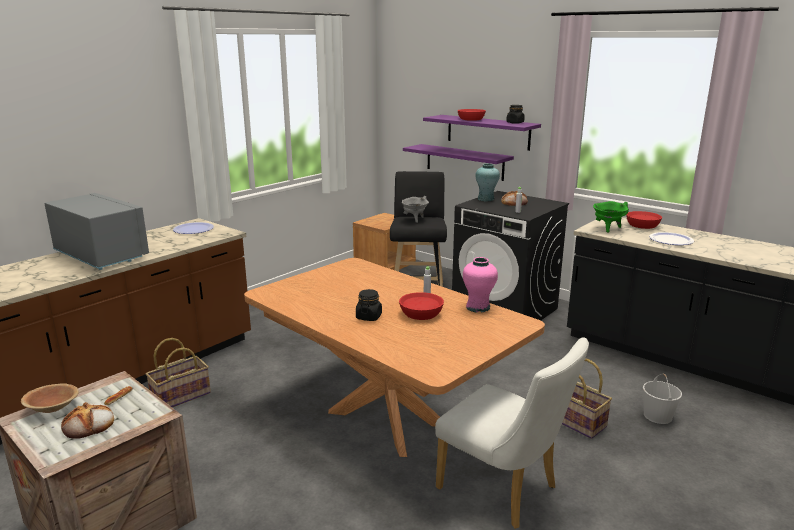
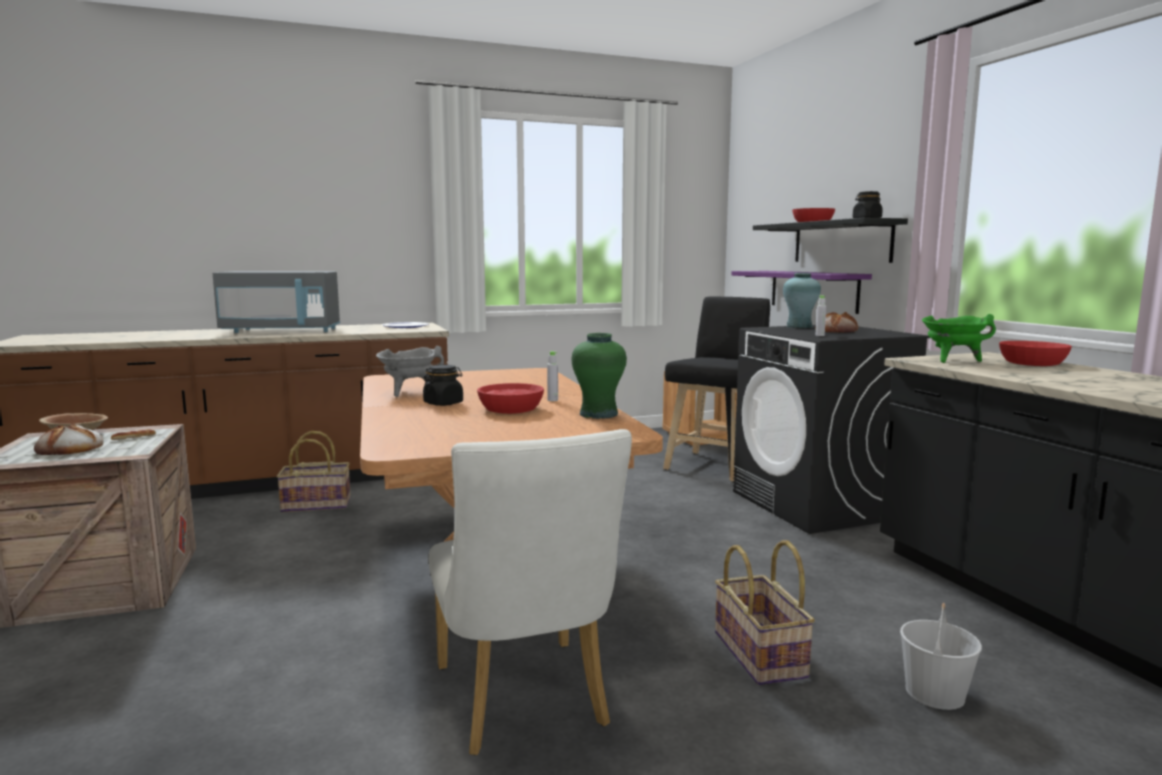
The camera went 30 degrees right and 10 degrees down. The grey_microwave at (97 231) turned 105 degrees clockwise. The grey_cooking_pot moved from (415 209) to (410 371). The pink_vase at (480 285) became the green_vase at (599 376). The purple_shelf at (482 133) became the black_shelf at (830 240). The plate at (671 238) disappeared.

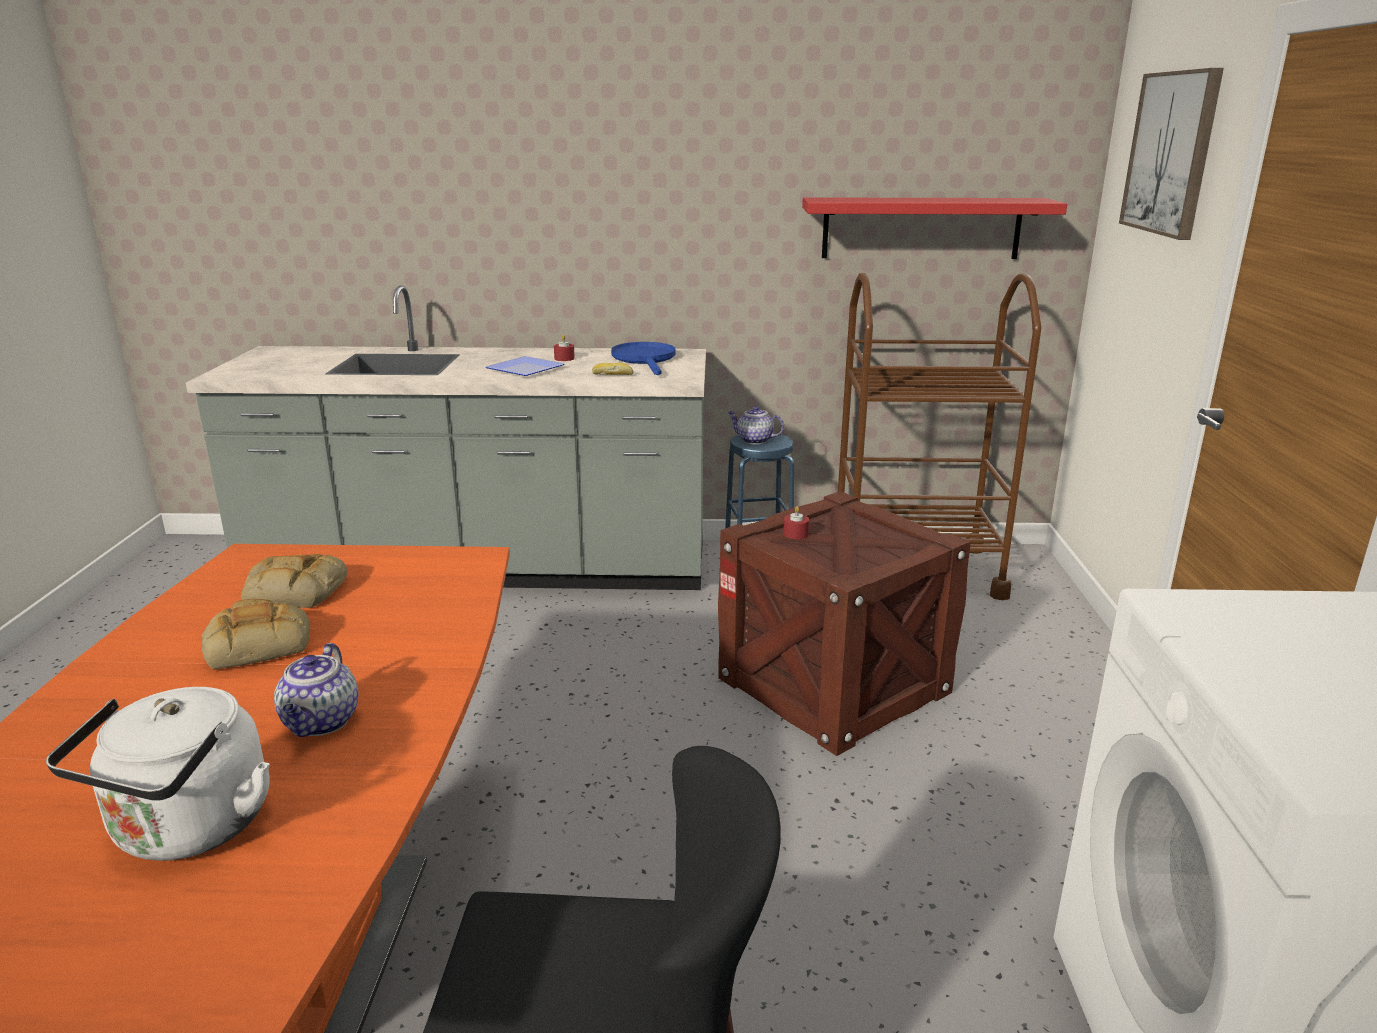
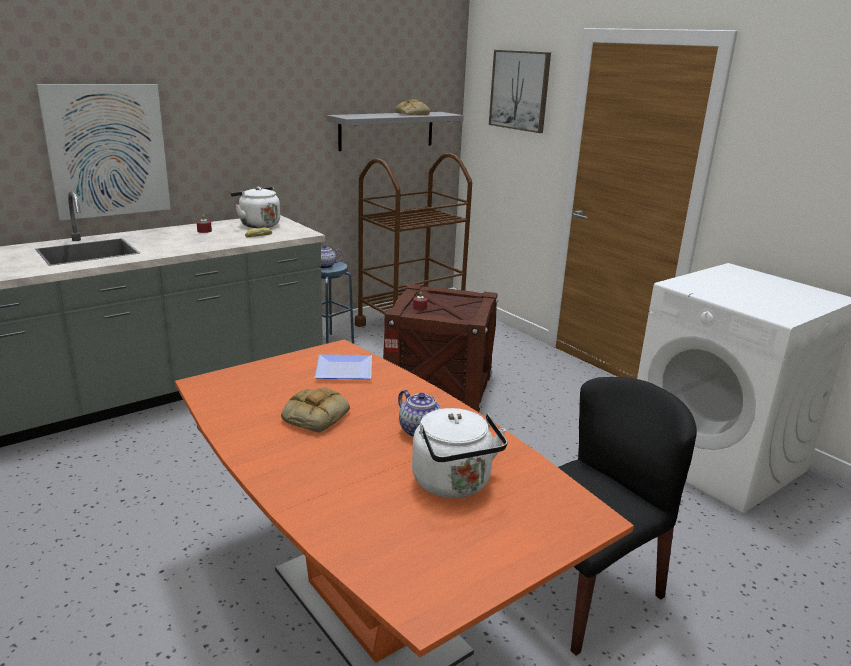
The camera went 40 degrees left and 0 degrees up. The picture at (103 152) appeared. The blue_frying_pan at (643 358) was replaced by the white_kettle at (255 207). The plate moved from (525 366) to (343 366). The red_shelf at (934 228) became the grey_shelf at (395 131). The bread moved from (294 581) to (412 107).

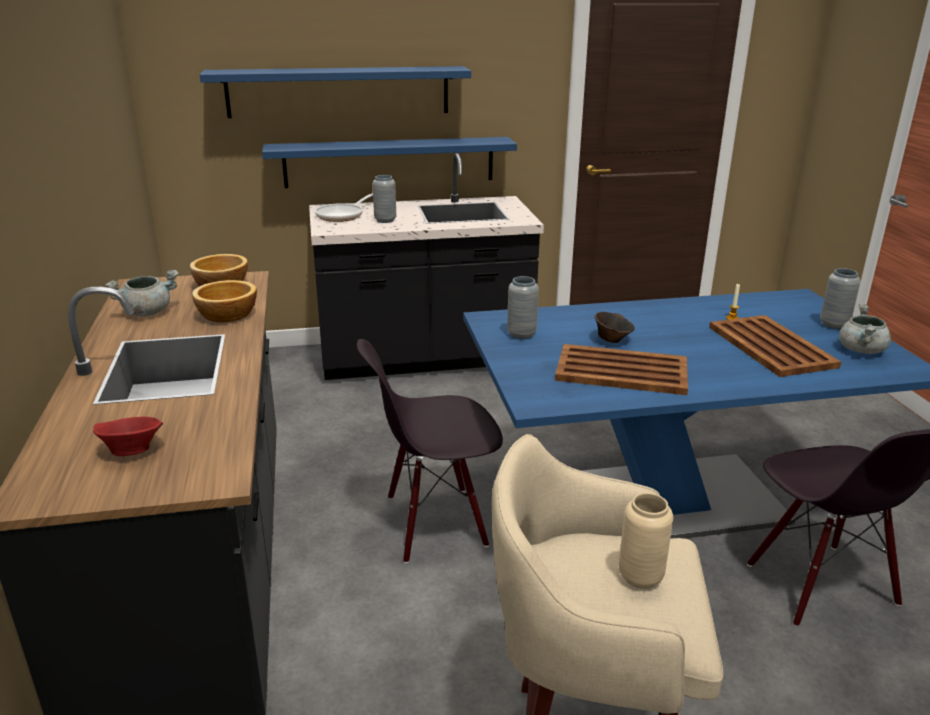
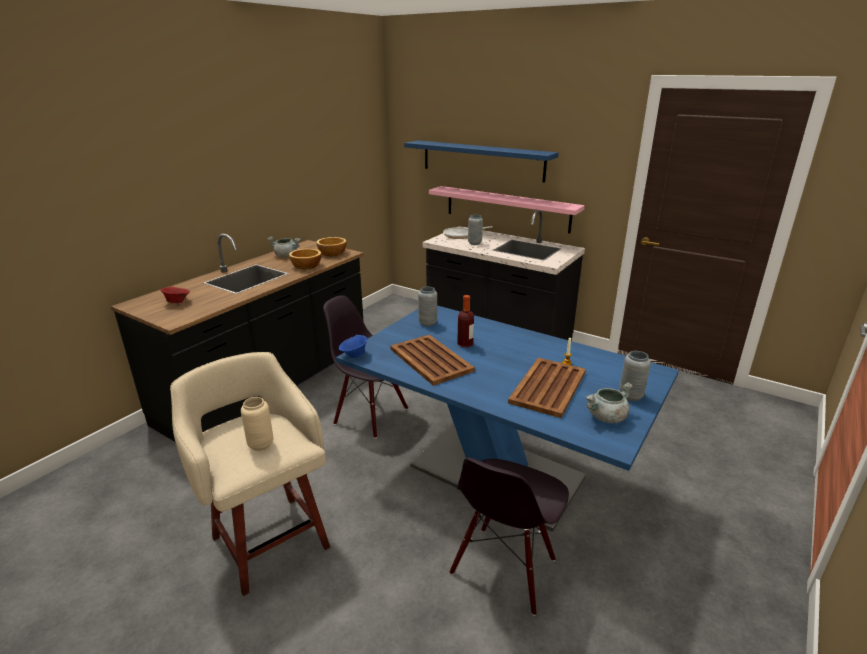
The camera went 45 degrees right and 0 degrees up. The blue_bowl at (353 346) appeared. The blue_shelf at (389 162) became the pink_shelf at (507 209). The brown_bowl at (615 327) was replaced by the bottle at (465 321).

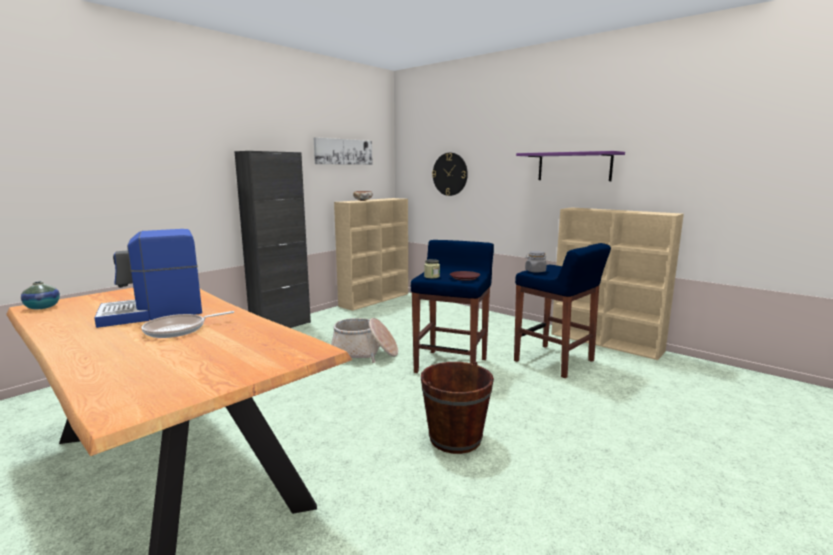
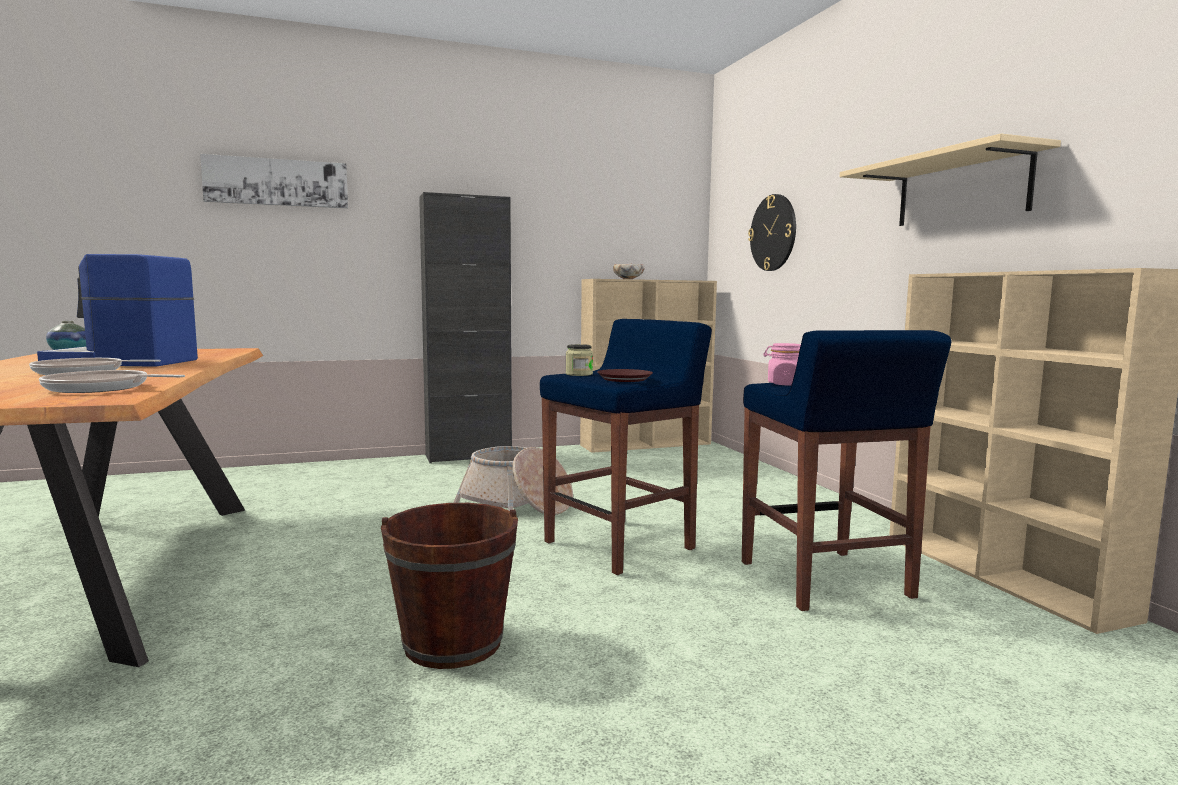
The camera went 30 degrees right and 5 degrees down. The frying_pan at (112 381) appeared. The picture moved from (343 151) to (274 181). The grey_jar at (536 262) became the pink_jar at (782 364). The purple_shelf at (570 166) became the beige_shelf at (950 180).

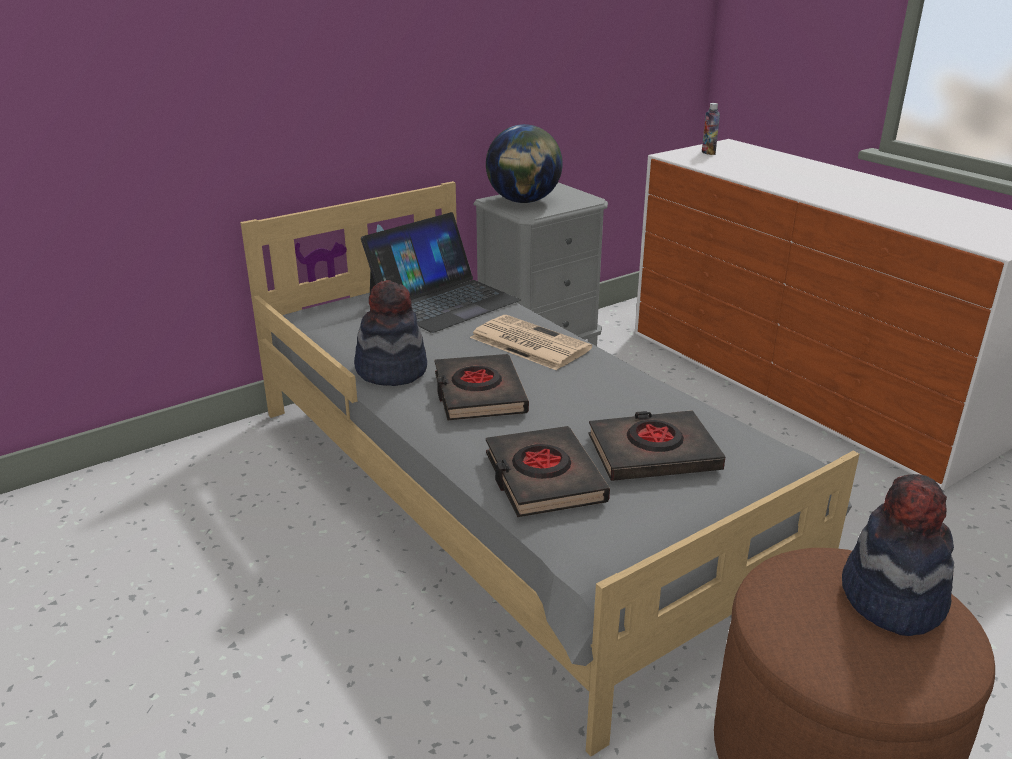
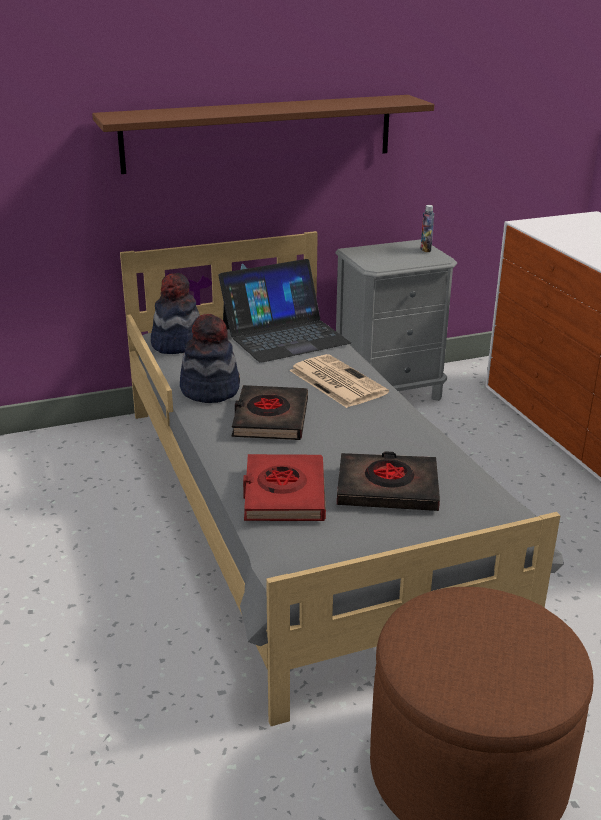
The camera went 15 degrees right and 0 degrees up. The brown_shelf at (263 134) appeared. The hat moved from (898 555) to (175 313). The black_book at (548 471) became the red_book at (284 487). The bottle moved from (711 129) to (427 228). The globe at (524 163) disappeared.

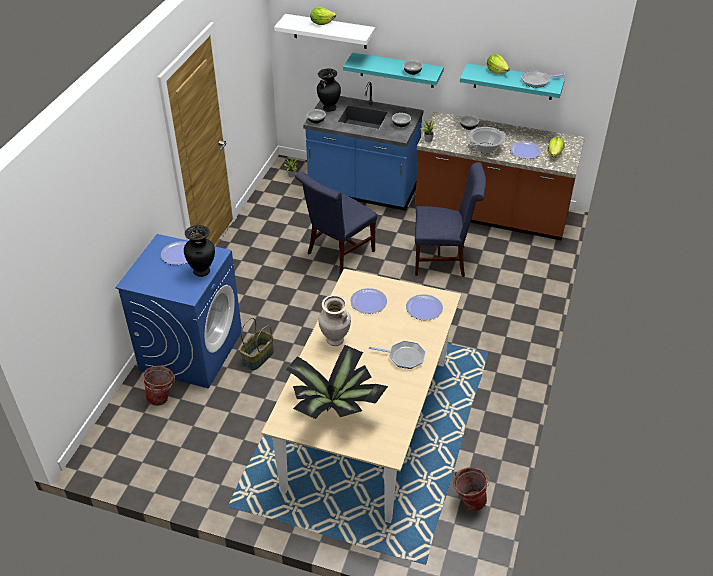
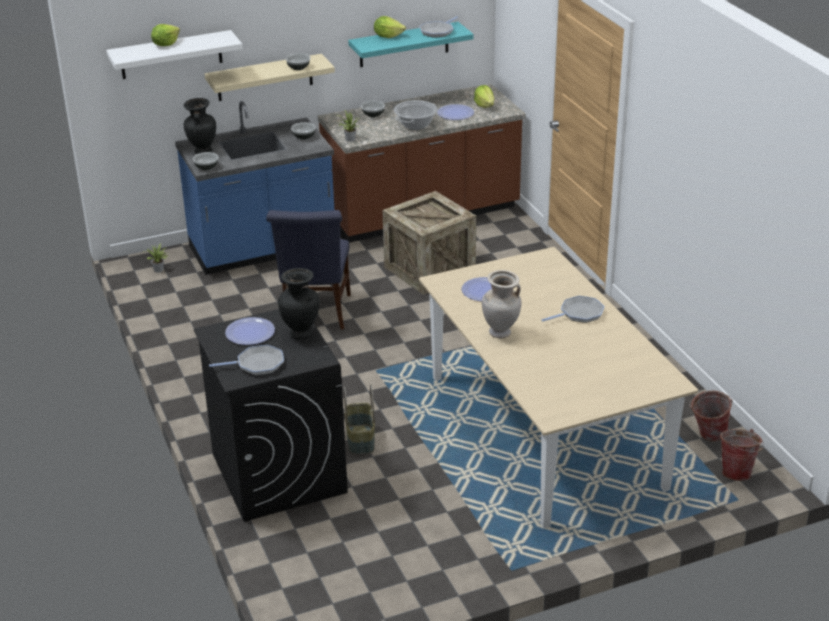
The camera went 40 degrees left and 10 degrees down. The blue_washing_machine at (178 311) became the black_washing_machine at (271 415). The turquoise_shelf at (393 70) became the beige_shelf at (269 77). The frying_pan at (246 360) appeared. The blue_chair at (450 219) was replaced by the crate at (429 243). The bucket moved from (158 386) to (742 455). The potted_plant at (337 382) disappeared. The plate at (424 307) disappeared.

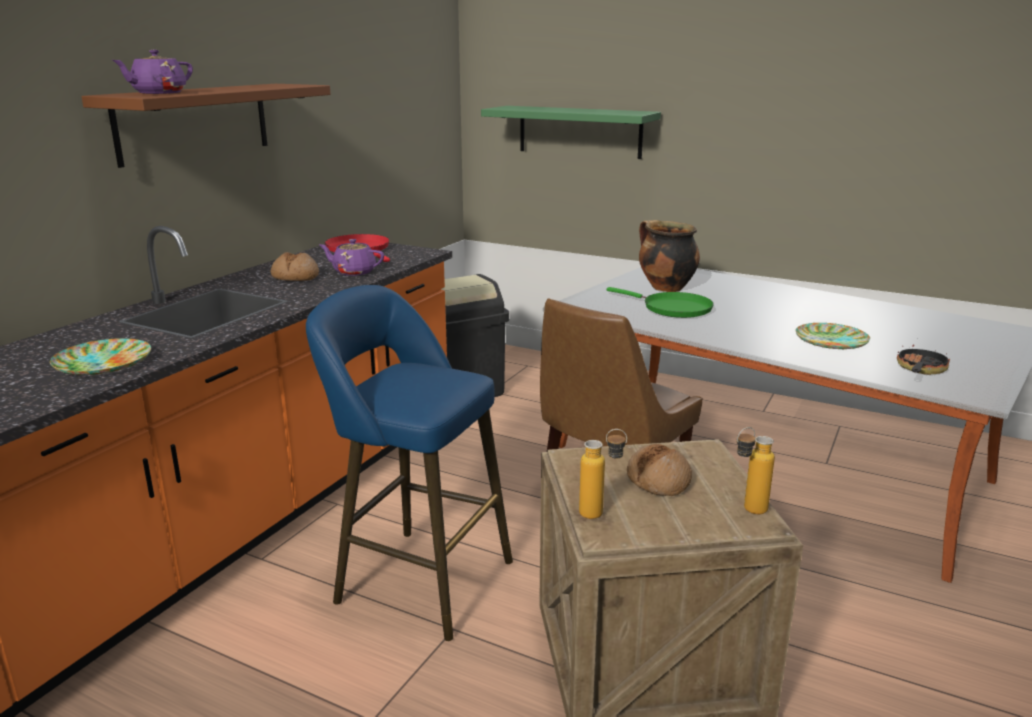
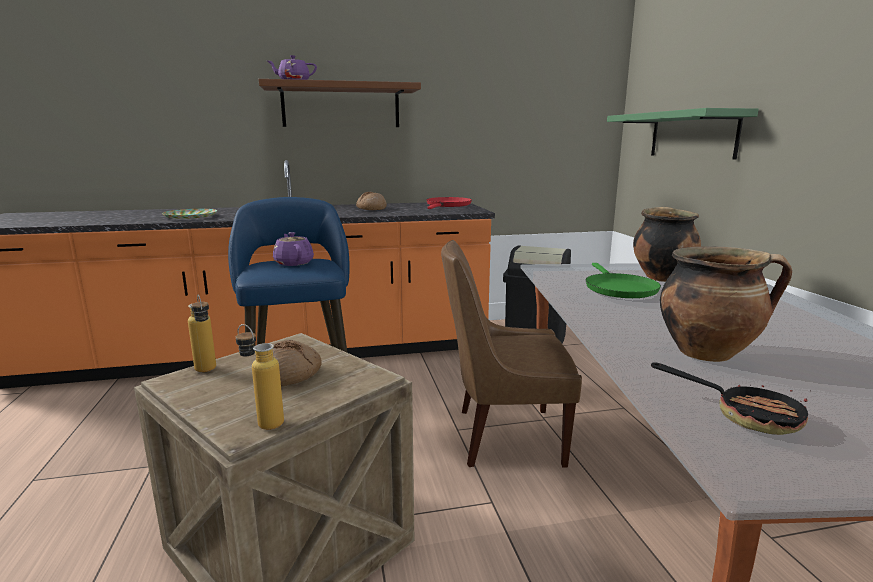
The camera went 50 degrees right and 5 degrees down. The purple_teapot moved from (351 257) to (293 249). The frying_pan at (923 360) turned 45 degrees clockwise. The plate at (833 336) was replaced by the cooking_pot at (726 304).

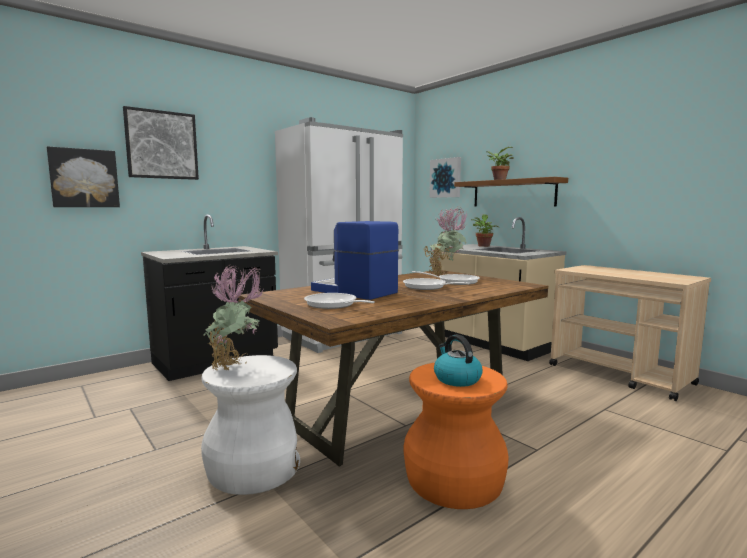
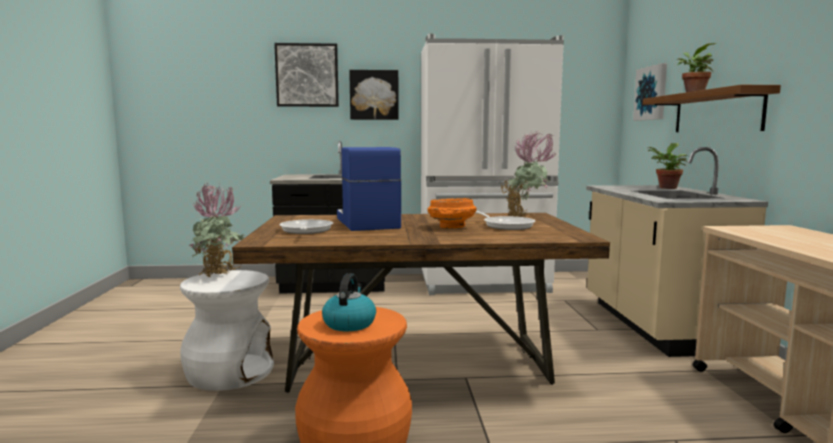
The camera went 35 degrees right and 0 degrees up. The picture moved from (83 176) to (374 95). The frying_pan at (436 284) was replaced by the orange_bowl at (452 213).

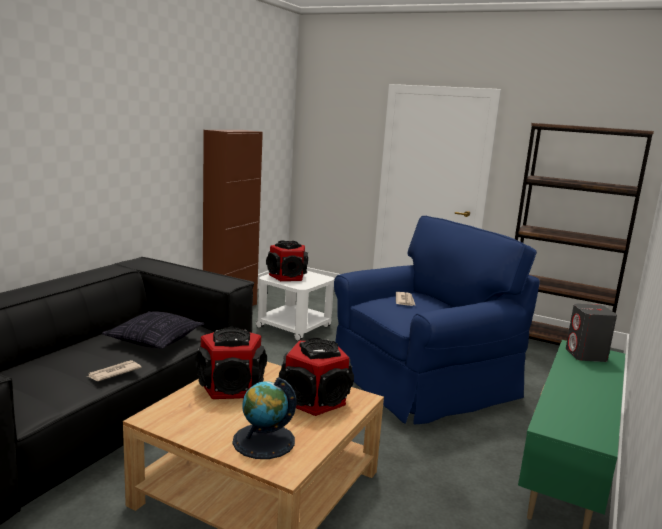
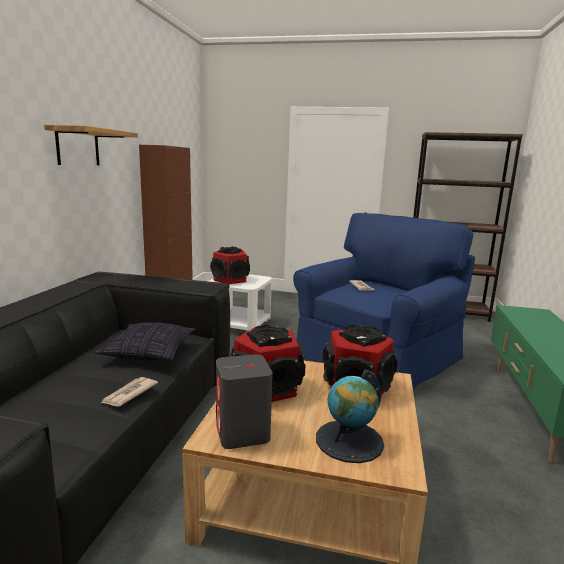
The camera went 15 degrees left and 0 degrees up. The shelf at (91 145) appeared. The grey_speaker moved from (591 332) to (244 401).

